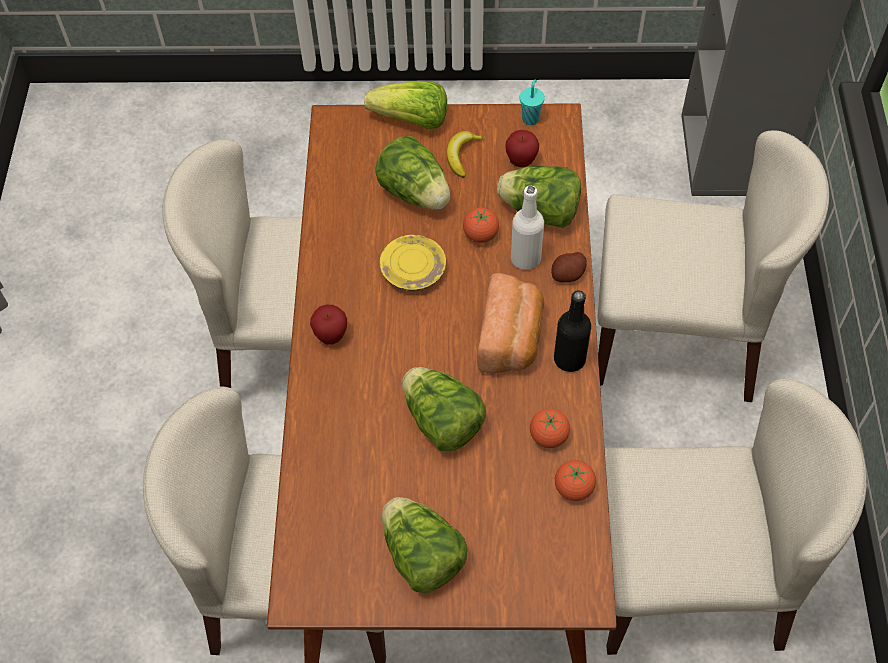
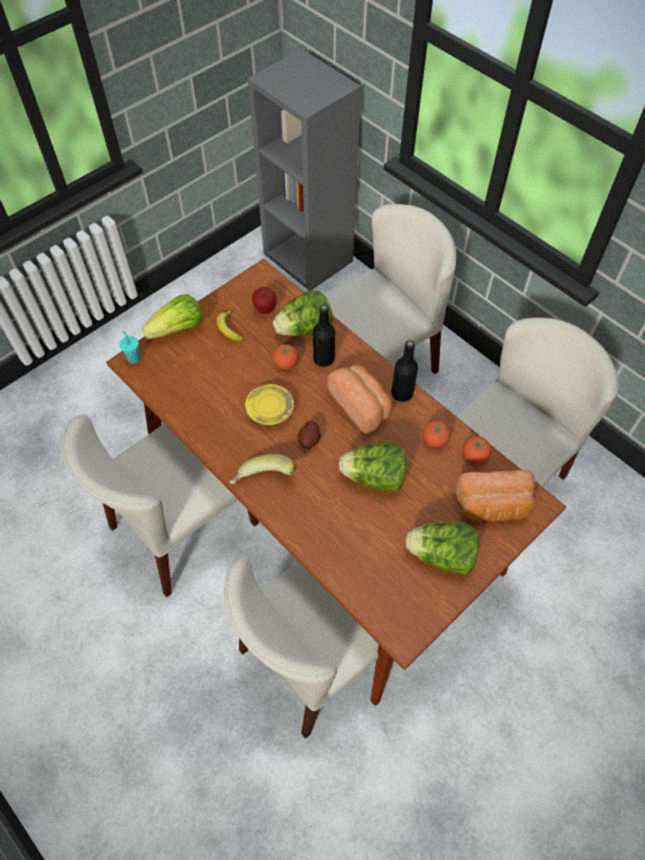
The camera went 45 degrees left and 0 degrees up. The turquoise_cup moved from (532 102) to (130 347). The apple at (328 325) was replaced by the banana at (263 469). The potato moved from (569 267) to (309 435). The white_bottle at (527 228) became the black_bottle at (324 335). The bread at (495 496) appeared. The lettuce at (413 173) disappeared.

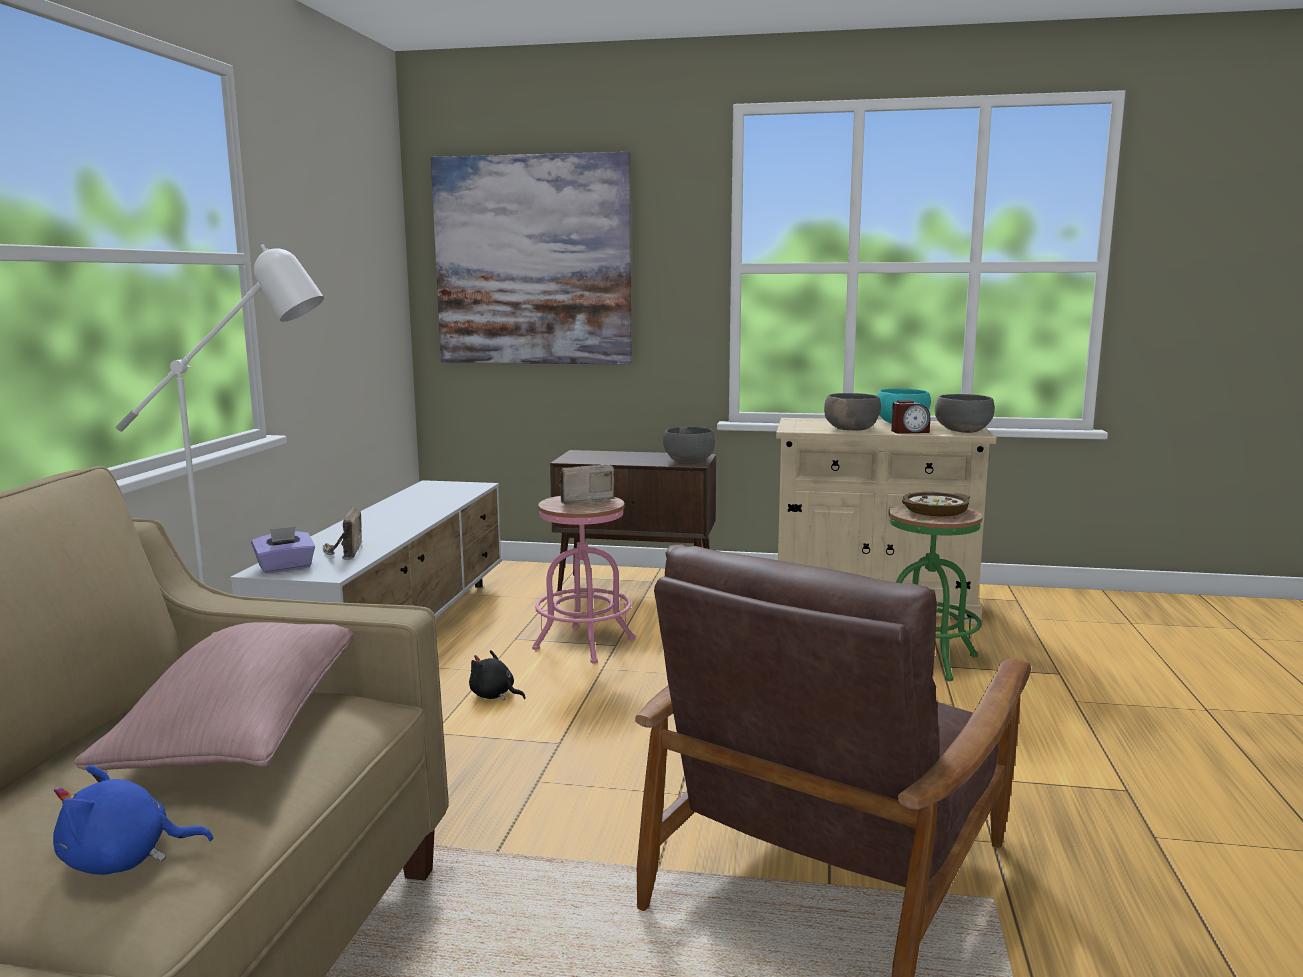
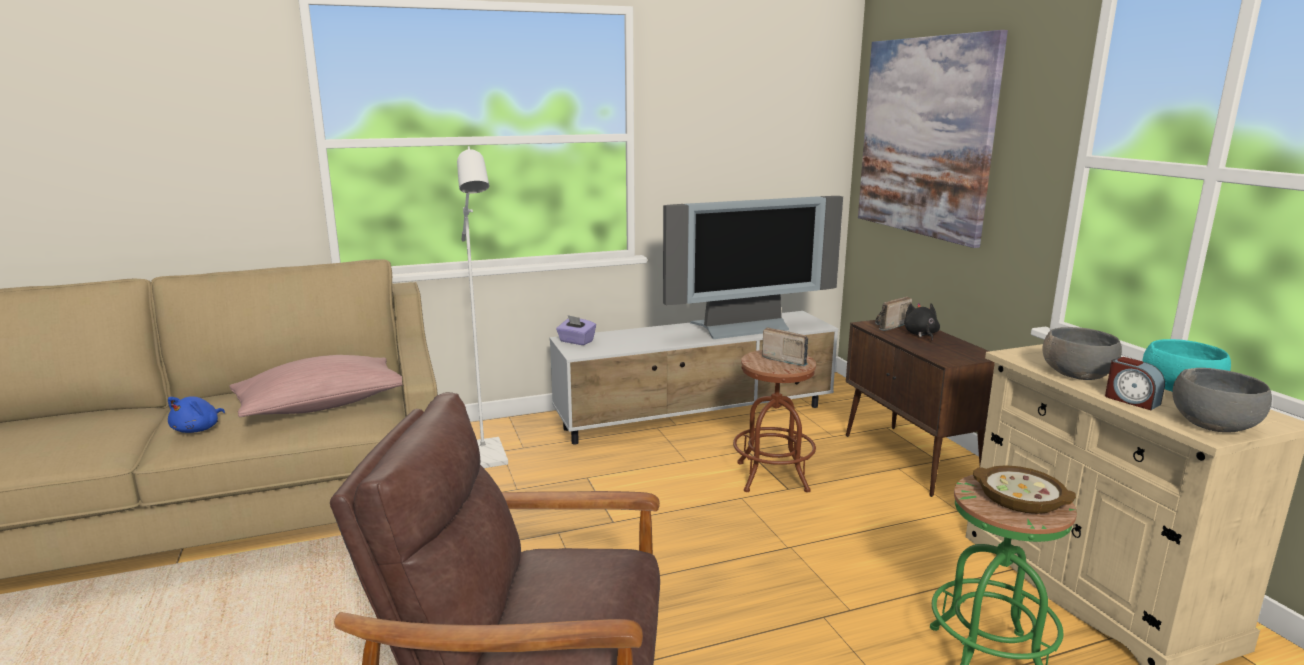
The camera went 60 degrees right and 5 degrees up. The blue_plush_toy at (133 820) turned 120 degrees counterclockwise. The television at (753 267) appeared. The pink_stool at (583 580) became the brown_stool at (774 421). The radio moved from (342 533) to (893 314). The black_plush_toy moved from (497 675) to (922 321). The grey_bowl at (689 445) disappeared.

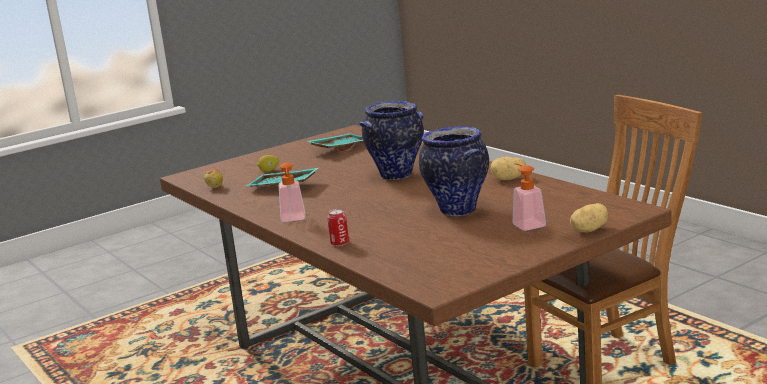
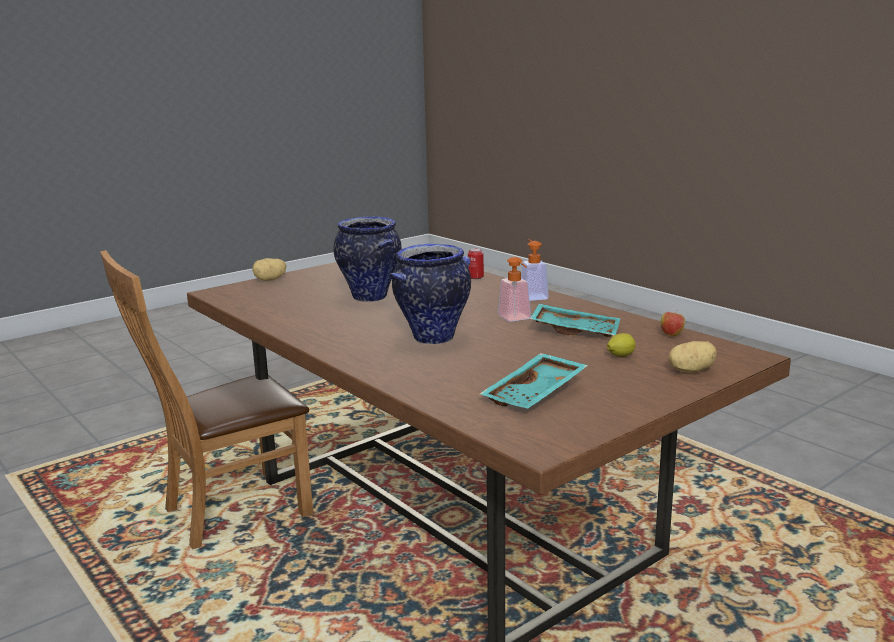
The camera went 175 degrees right and 0 degrees up. The soap_dispenser moved from (529 197) to (514 289). The potato moved from (508 168) to (692 357).

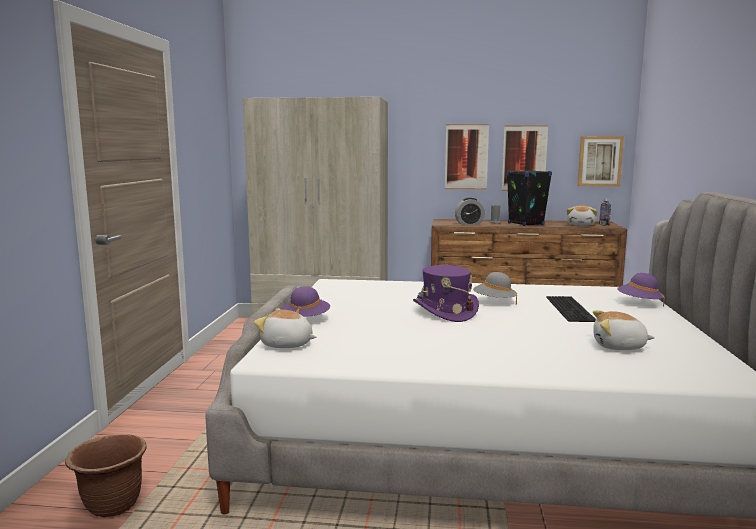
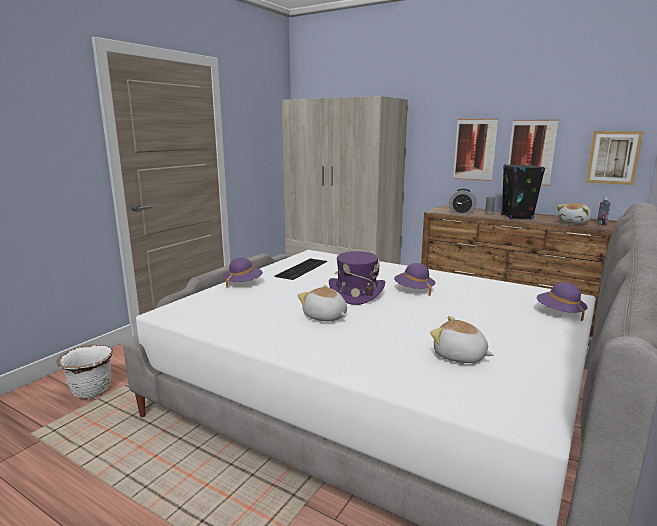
The camera went 25 degrees right and 5 degrees up. The brown_planter at (106 476) became the white_planter at (84 372). The keyboard moved from (571 309) to (301 269). The plush_toy moved from (285 328) to (322 303). The grey_hat at (495 288) became the purple_hat at (414 279).

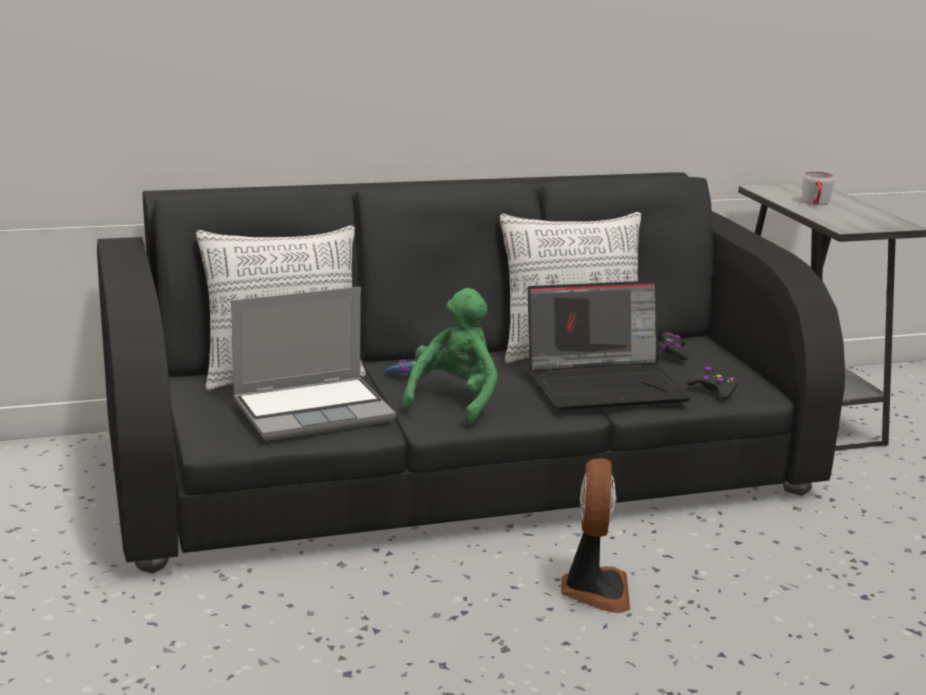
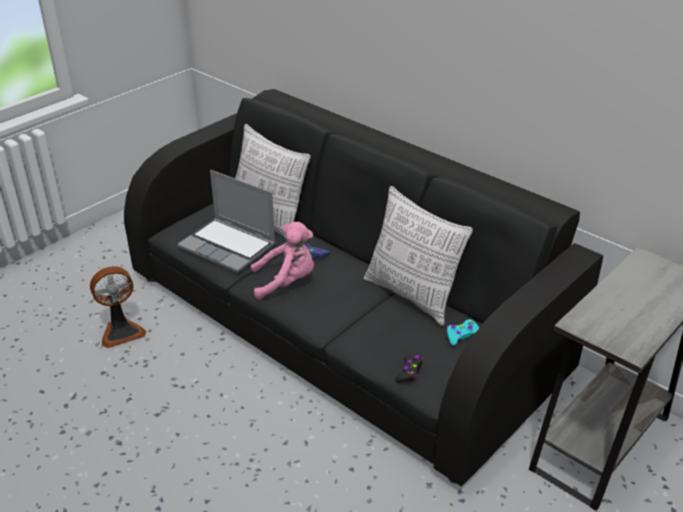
The camera went 60 degrees right and 15 degrees up. The fan moved from (595 535) to (118 307). The green_plush_toy at (450 356) became the pink_plush_toy at (282 261). The black_game_controller at (674 346) became the turquoise_game_controller at (462 332). The laptop at (610 345) disappeared. The grey_mug at (818 188) disappeared.

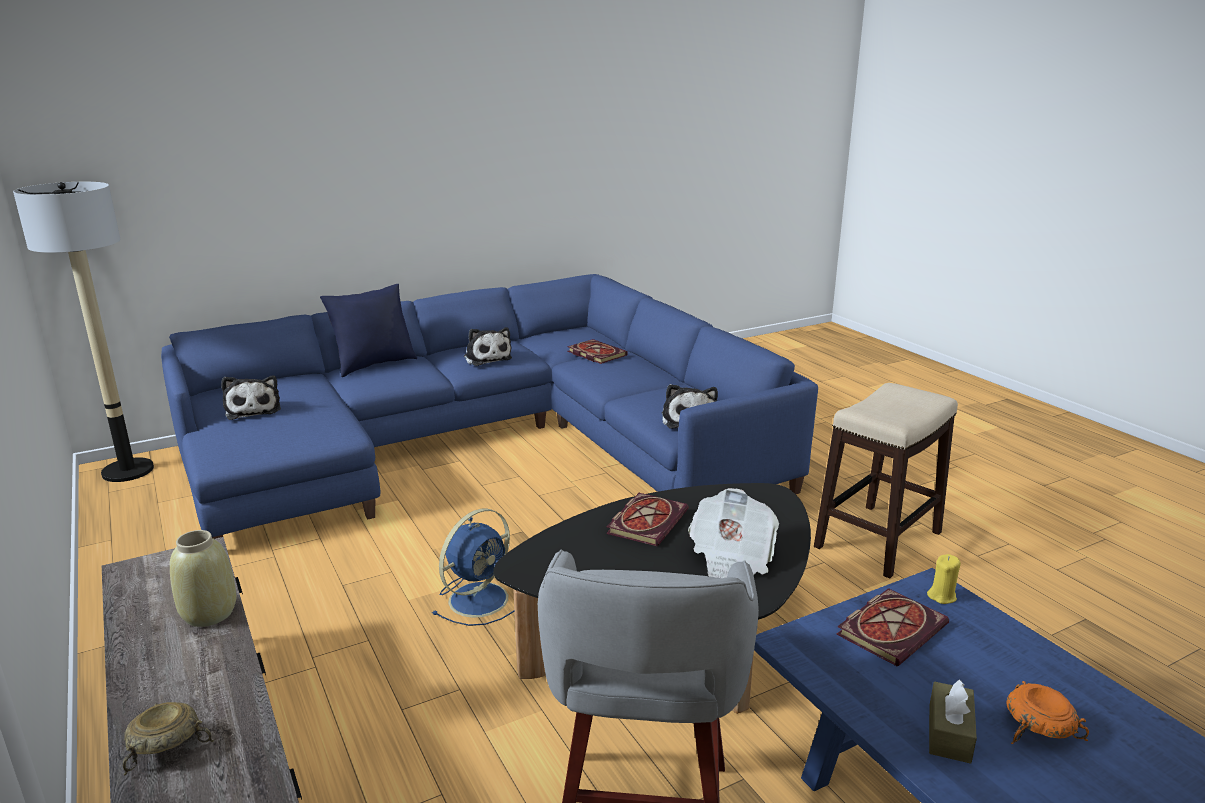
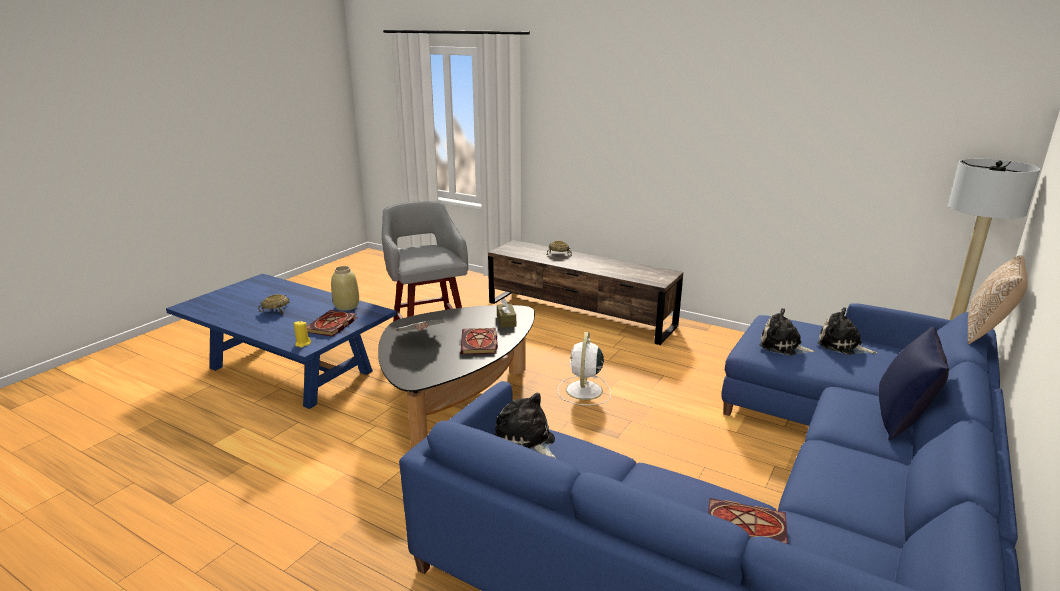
The camera went 150 degrees right and 0 degrees up. The orange_bowl at (1048 712) became the beige_bowl at (274 304). The beige_vase moved from (203 578) to (345 288). The brown_tissue_box moved from (953 722) to (506 313). The blue_fan at (473 567) became the white_fan at (584 368). The plush_toy moved from (488 346) to (787 332). The pillow at (997 299) appeared. The stool at (886 481) disappeared.

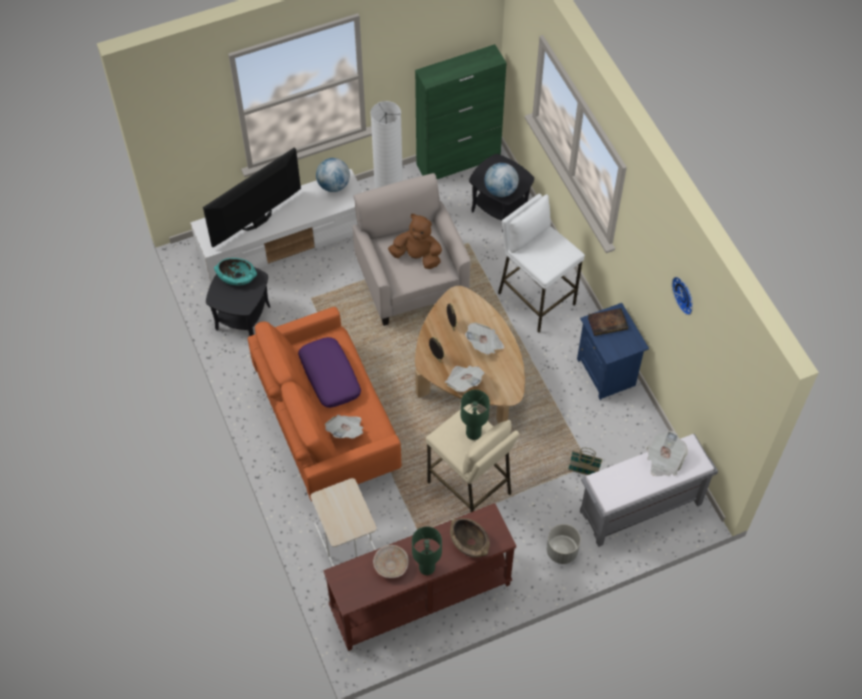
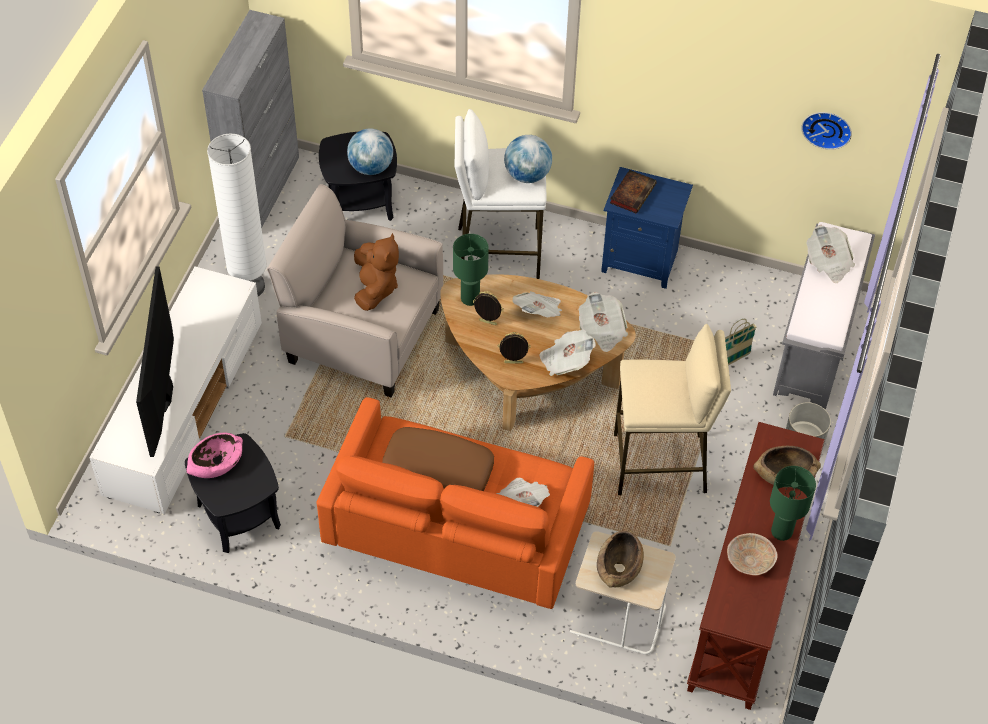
The camera went 50 degrees left and 5 degrees down. The turquoise_bowl at (235 271) became the pink_bowl at (214 455). The green_cabinet at (461 111) became the grey_cabinet at (250 119). The brown_plush_toy at (415 241) turned 120 degrees clockwise. The purple_pillow at (329 372) became the brown_pillow at (438 459). The green_table_lamp moved from (475 415) to (471 270). The globe moved from (333 175) to (528 159). The newspaper at (603 322) appeared. The brown_bowl at (620 559) appeared. The wall_clock moved from (682 296) to (826 131).

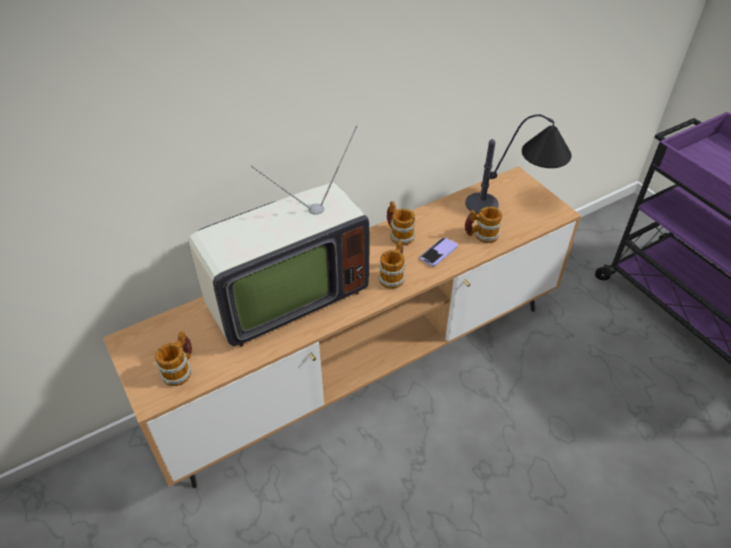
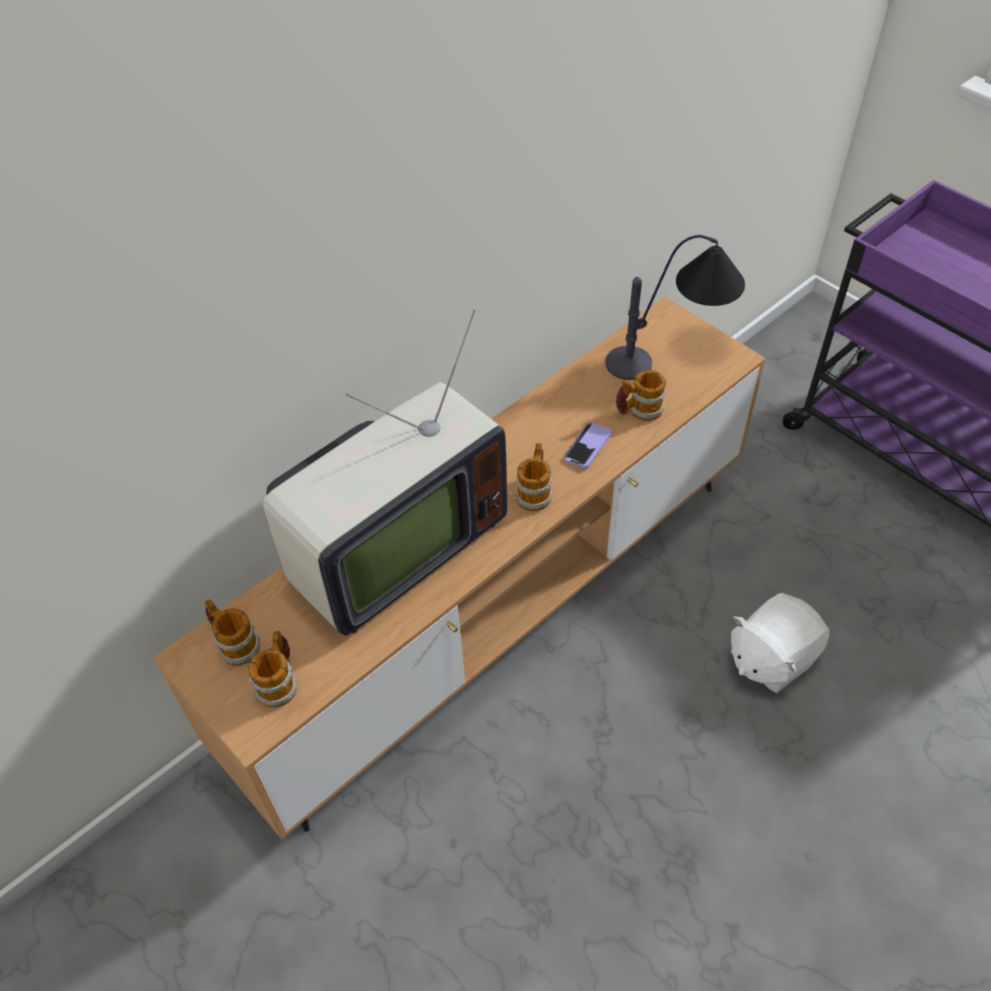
The camera went 10 degrees left and 5 degrees up. The mug moved from (401 223) to (232 633). The white_plush_toy at (780 643) appeared.

